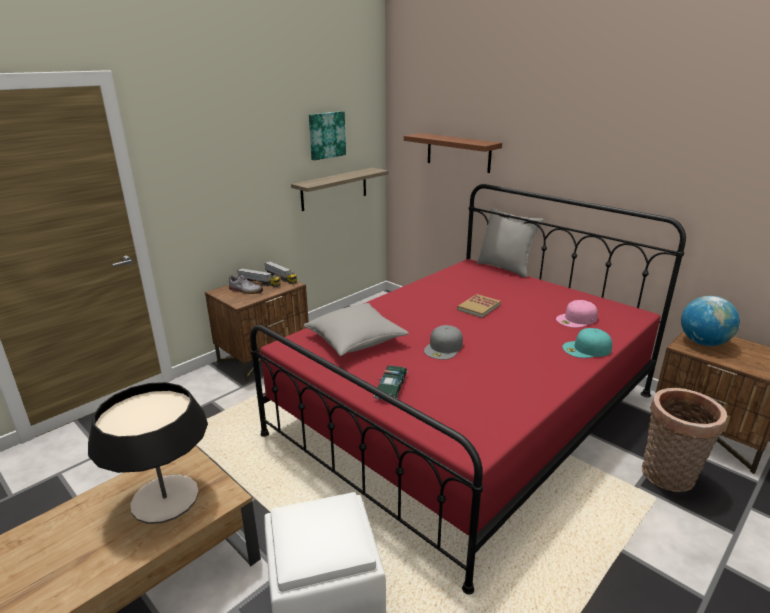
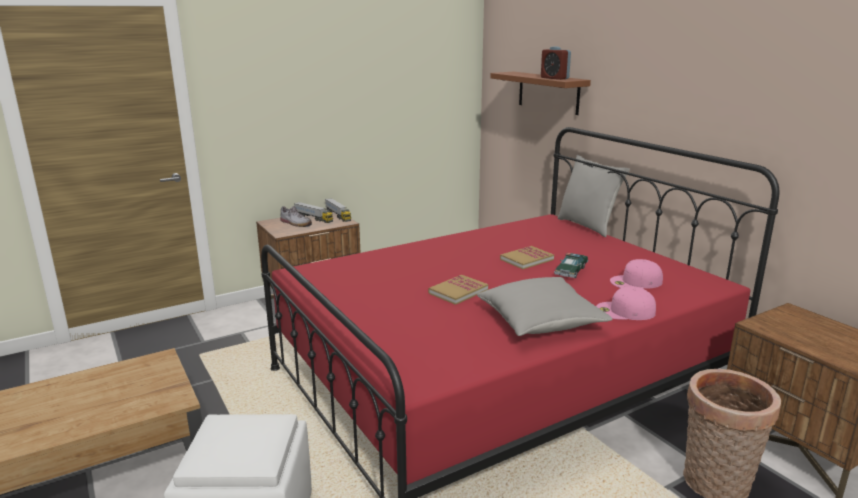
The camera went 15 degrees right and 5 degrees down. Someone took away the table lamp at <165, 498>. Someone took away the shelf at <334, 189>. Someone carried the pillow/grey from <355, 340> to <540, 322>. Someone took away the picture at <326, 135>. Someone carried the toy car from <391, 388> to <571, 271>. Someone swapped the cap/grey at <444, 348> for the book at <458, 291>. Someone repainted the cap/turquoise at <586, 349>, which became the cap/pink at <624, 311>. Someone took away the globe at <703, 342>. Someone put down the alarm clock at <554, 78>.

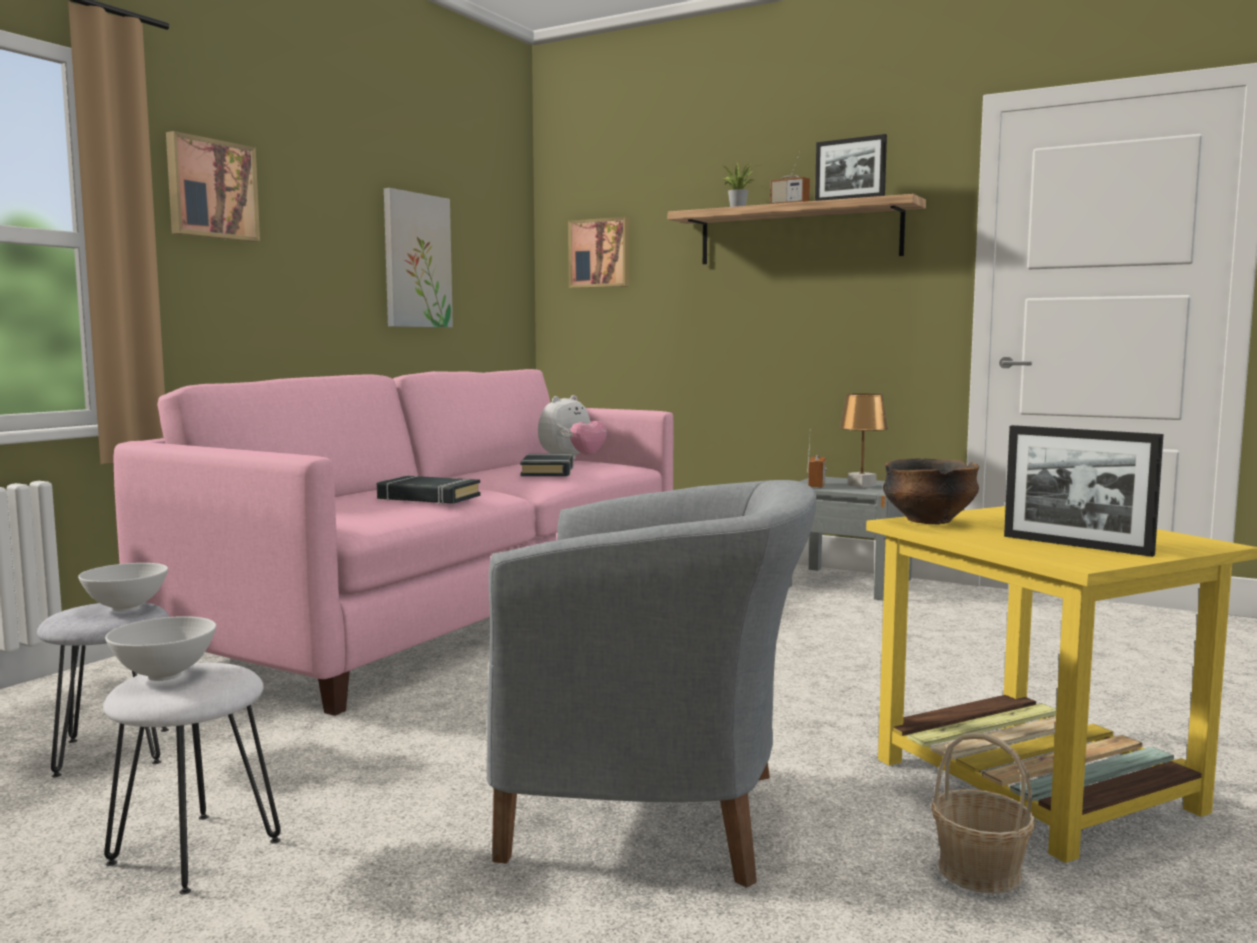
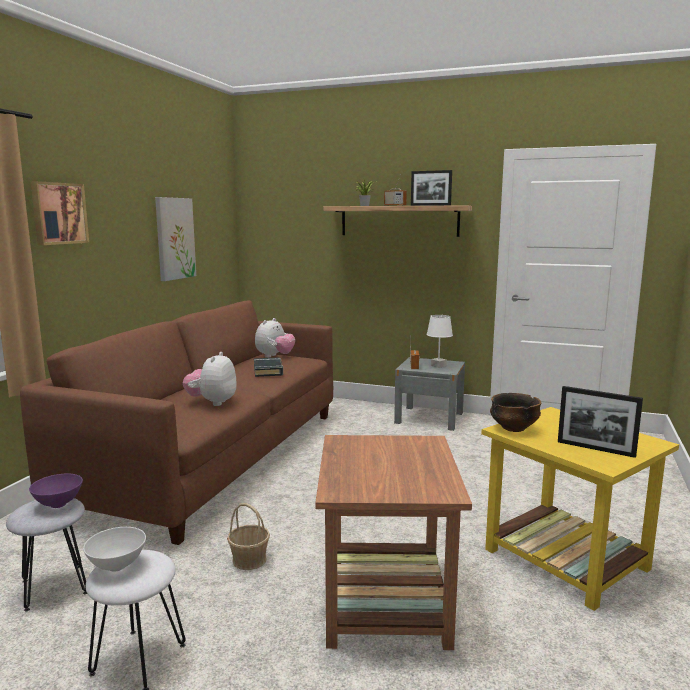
The camera went 10 degrees left and 5 degrees up. Someone repainted the bowl/white at <127, 608>, which became the bowl/purple at <59, 504>. Someone repainted the sofa/pink at <450, 614>, which became the sofa/brown at <216, 457>. Someone swapped the book/black at <428, 497> for the plush toy at <212, 402>. Someone swapped the armchair/grey at <658, 815> for the side table/brown at <386, 602>. Someone took away the picture at <600, 253>. Someone repainted the table lamp/brown at <862, 485>, which became the table lamp/white at <438, 366>. Someone carried the basket from <979, 871> to <249, 559>.

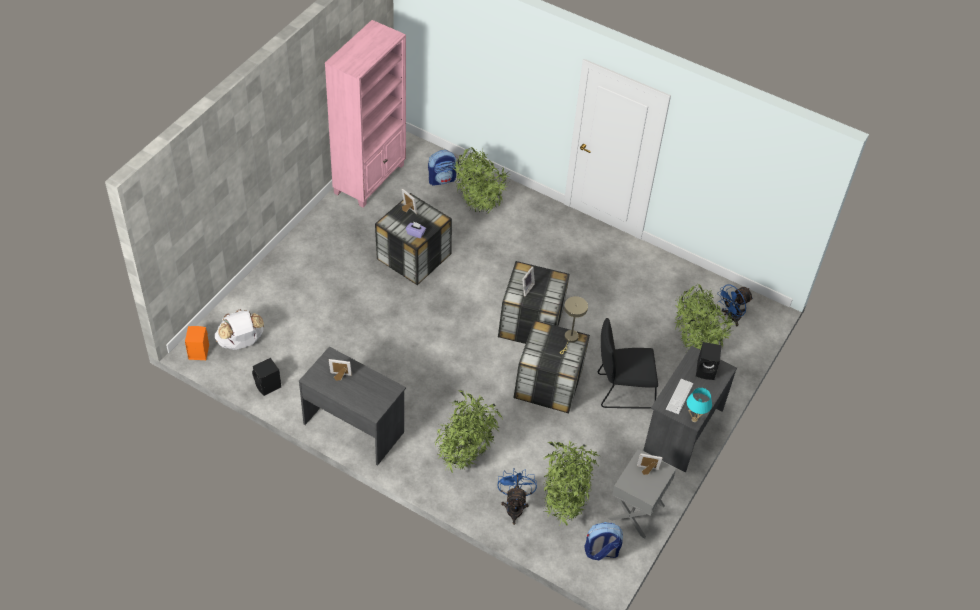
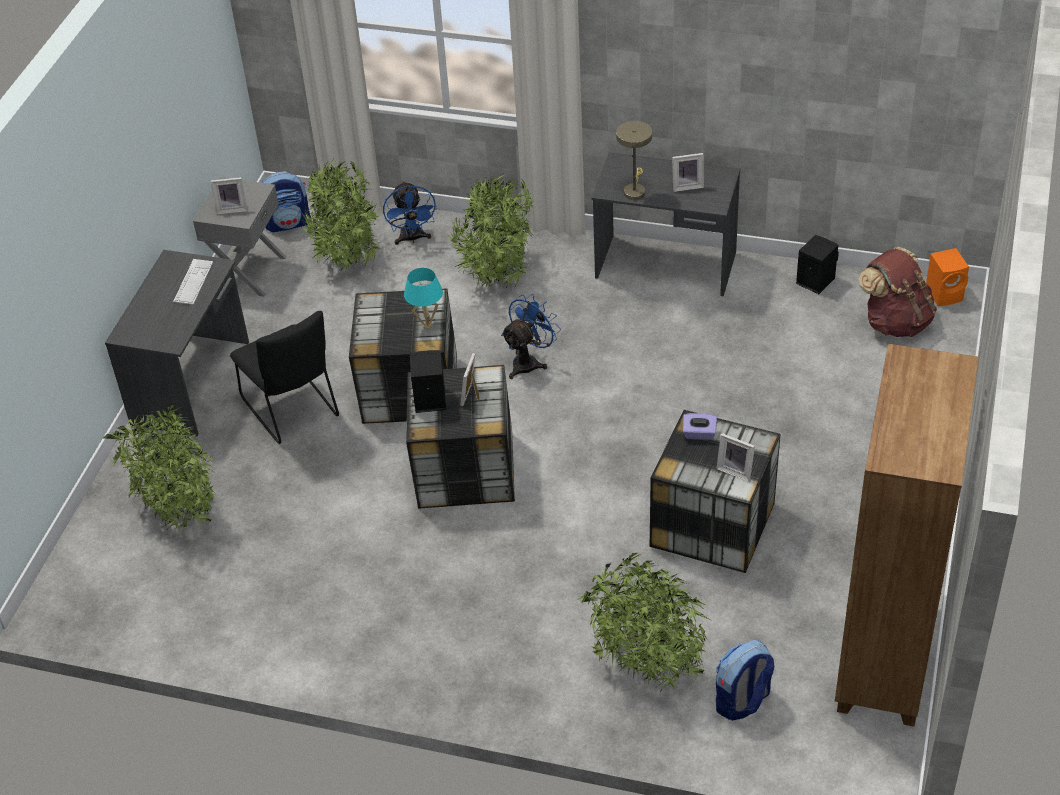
The camera went 170 degrees right and 5 degrees down. Someone repainted the backpack/white at <241, 342>, which became the backpack/brown at <895, 321>. Someone repainted the bookcase/pink at <370, 179>, which became the bookcase/brown at <883, 658>. Someone carried the table lamp/beige from <570, 339> to <634, 190>. Someone rotated the chair/black at <622, 391> by 75 degrees clockwise. Someone carried the table lamp/turquoise from <694, 420> to <427, 325>. Someone carried the speaker/black from <706, 370> to <428, 399>. Someone carried the fan/blue from <731, 317> to <529, 362>.

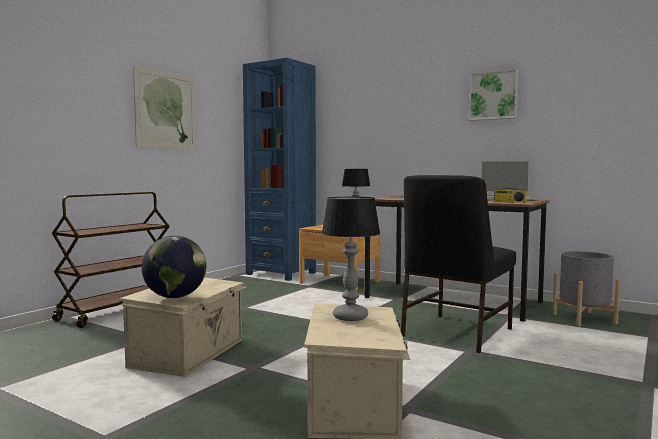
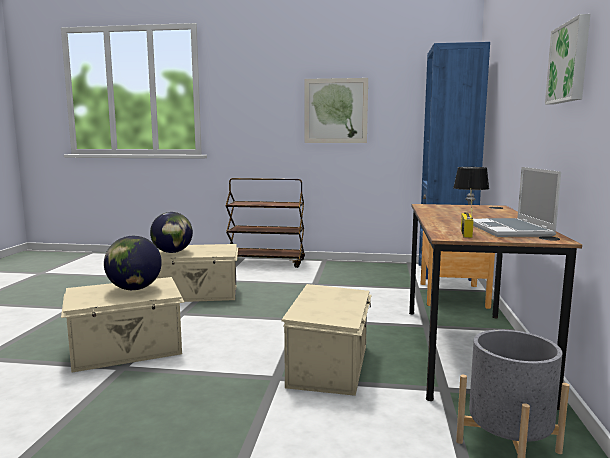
The camera went 65 degrees right and 5 degrees up. Someone swapped the table lamp at <350, 317> for the globe at <134, 289>. Someone swapped the chair/black at <455, 332> for the storage box/beige at <330, 365>.

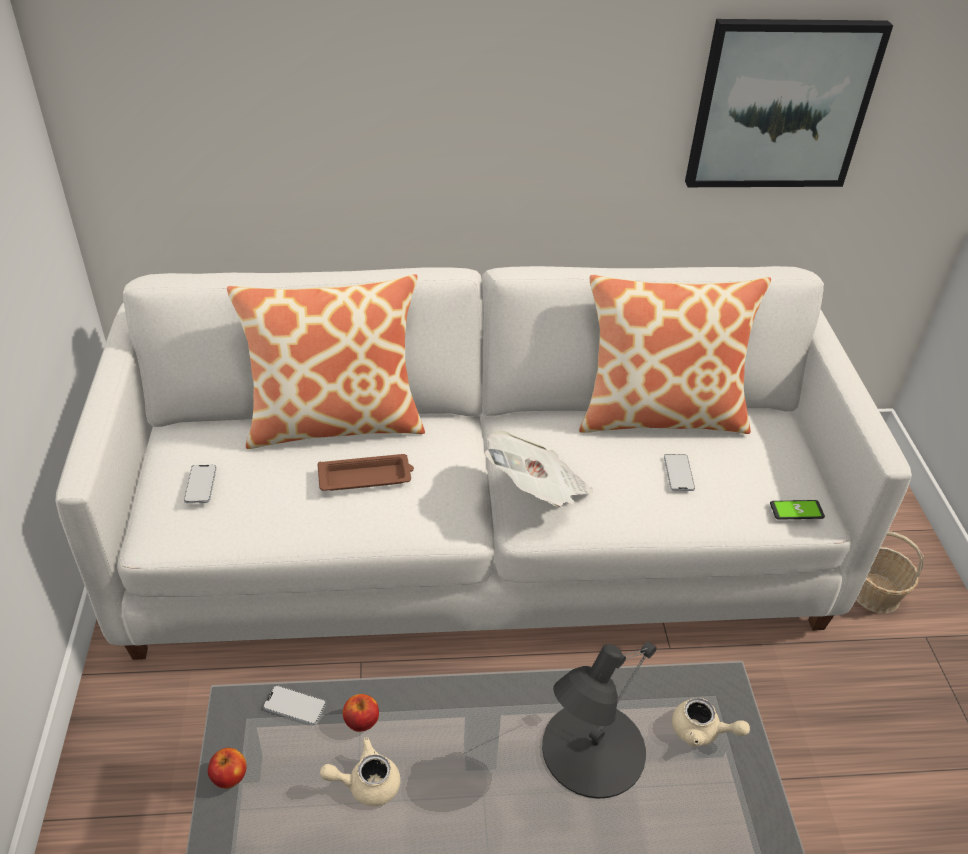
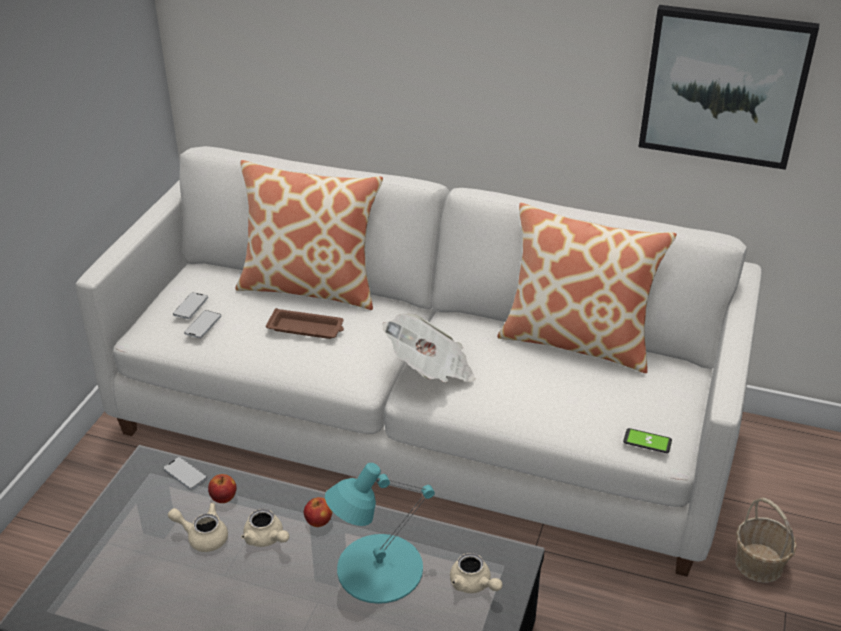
The camera went 25 degrees right and 5 degrees down. Someone carried the apple from <229, 777> to <318, 521>. Someone repainted the table lamp/black at <591, 749>, which became the table lamp/turquoise at <378, 568>. Someone carried the phone from <678, 473> to <203, 325>. Someone put down the teapot/beige at <266, 539>.

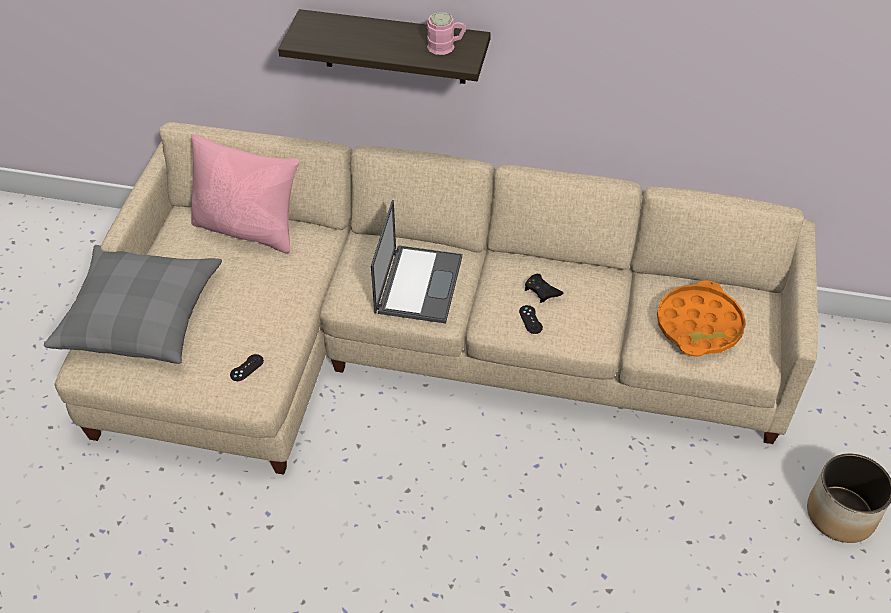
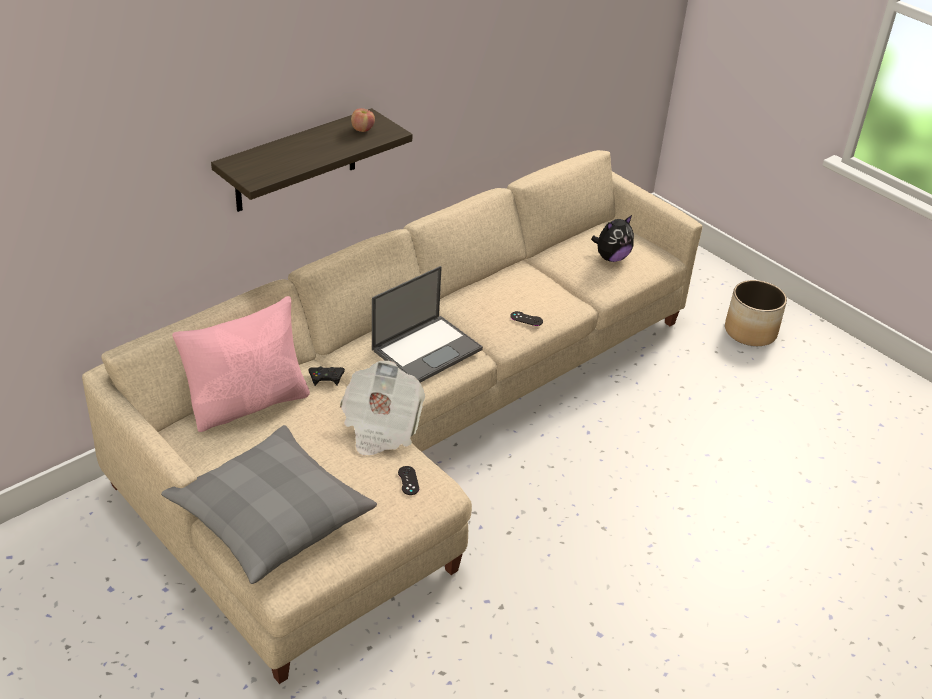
The camera went 55 degrees left and 10 degrees down. Someone rotated the laptop at <418, 283> by 90 degrees clockwise. Someone swapped the mug/pink at <446, 46> for the apple at <362, 129>. Someone carried the game controller/black from <541, 291> to <326, 378>. Someone swapped the tray/orange at <699, 325> for the plush toy at <611, 258>. Someone put down the newspaper at <381, 427>.

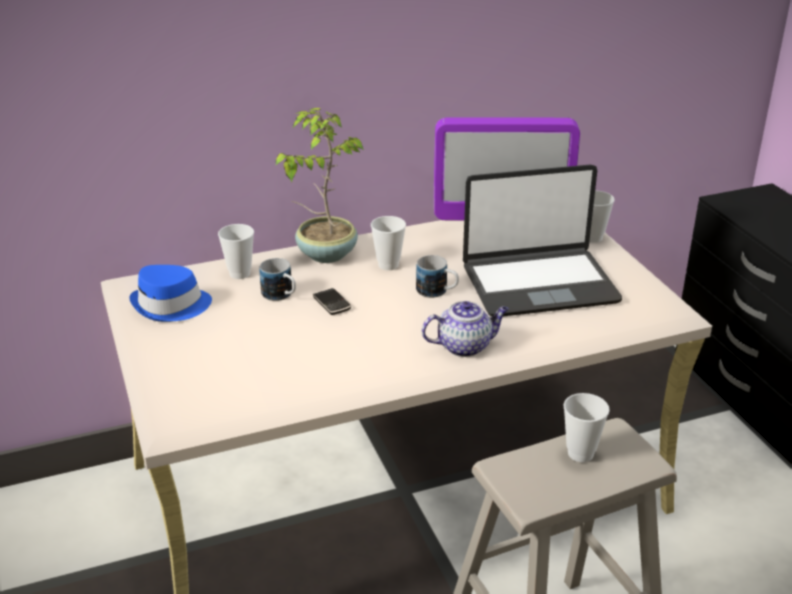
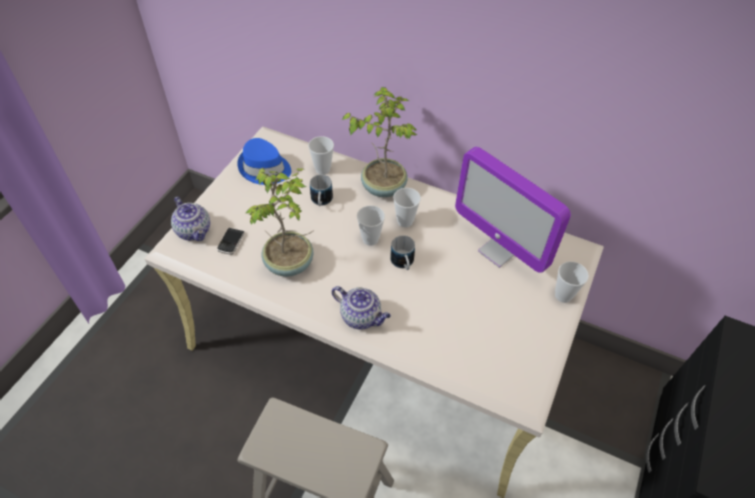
The camera went 45 degrees right and 20 degrees up. Someone carried the phone from <332, 304> to <231, 242>. Someone took away the laptop at <539, 284>. Someone carried the cup from <580, 453> to <370, 239>. Someone put down the teapot at <194, 231>. Someone put down the potted plant at <290, 263>.

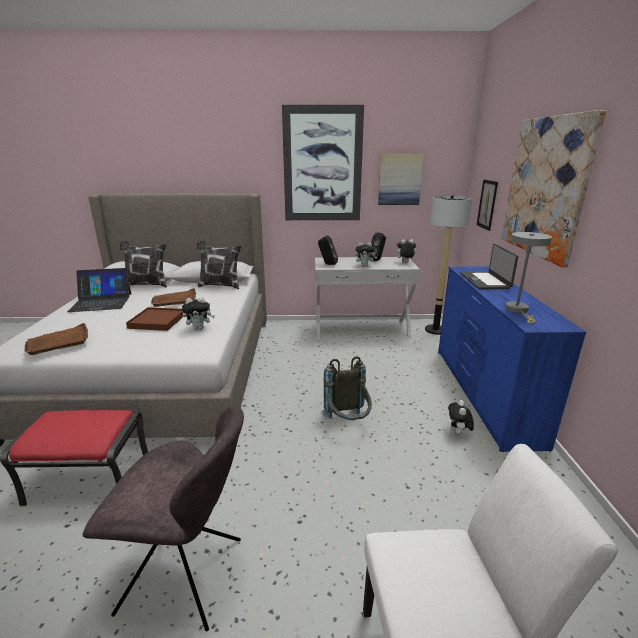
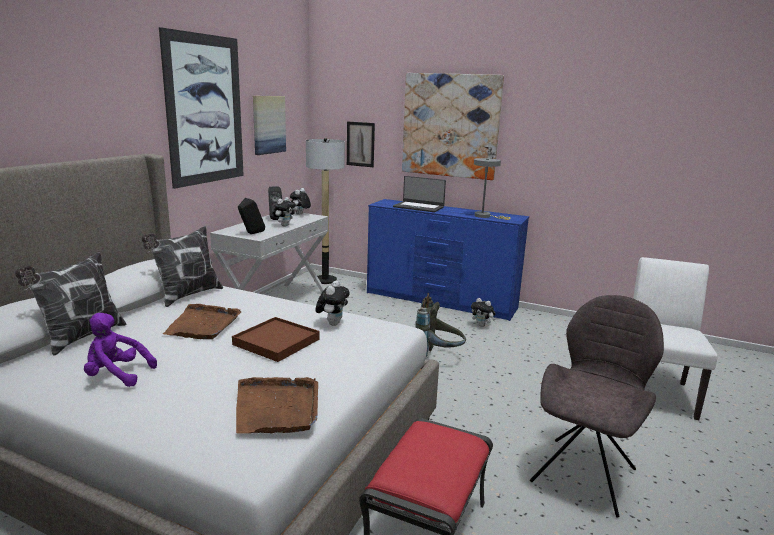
The camera went 65 degrees left and 5 degrees down. Someone swapped the laptop at <101, 302> for the plush toy/purple at <116, 375>.

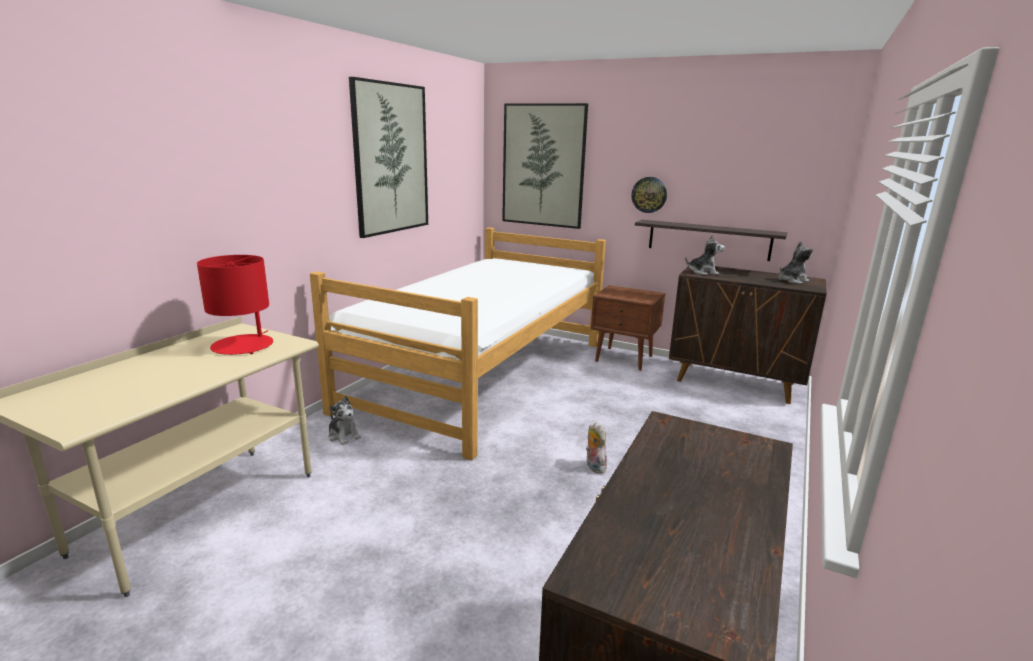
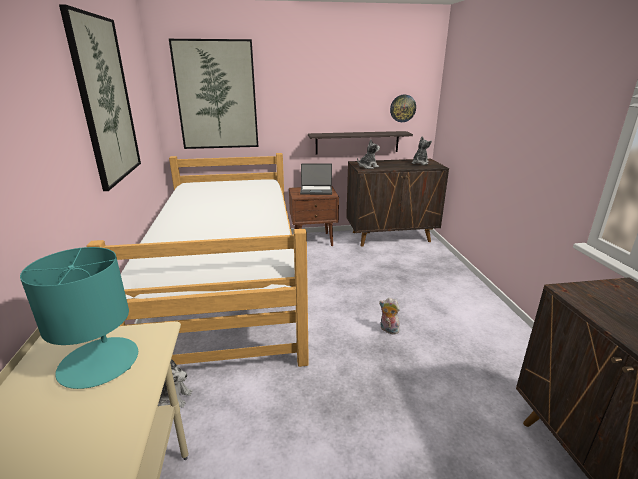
The camera went 35 degrees left and 5 degrees up. Someone repainted the table lamp/red at <243, 346>, which became the table lamp/turquoise at <99, 362>. Someone carried the wall clock from <649, 194> to <402, 108>. Someone put down the laptop at <316, 191>.

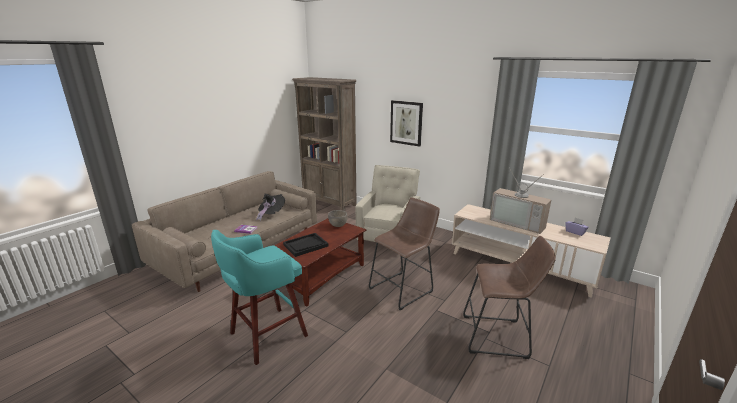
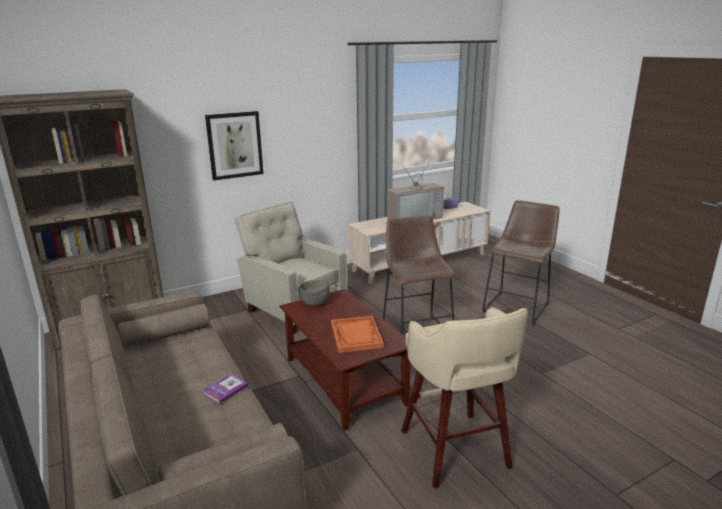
The camera went 65 degrees left and 0 degrees up. Someone repainted the stool/turquoise at <266, 335>, which became the stool/beige at <456, 451>. Someone took away the hat/black at <271, 214>. Someone repainted the tray/black at <305, 245>, which became the tray/orange at <356, 335>.

